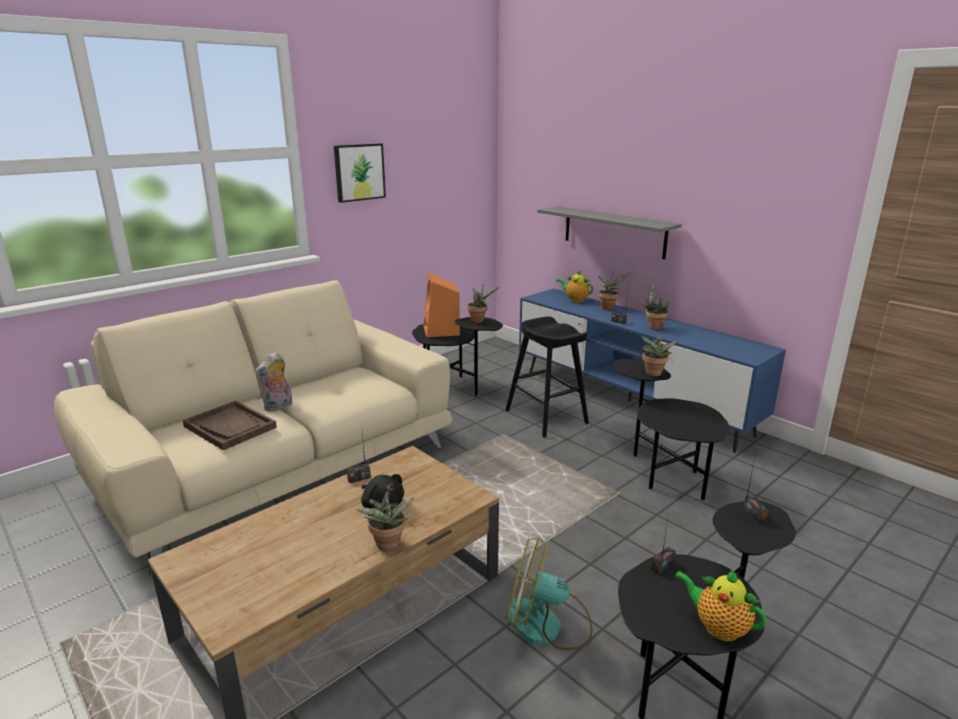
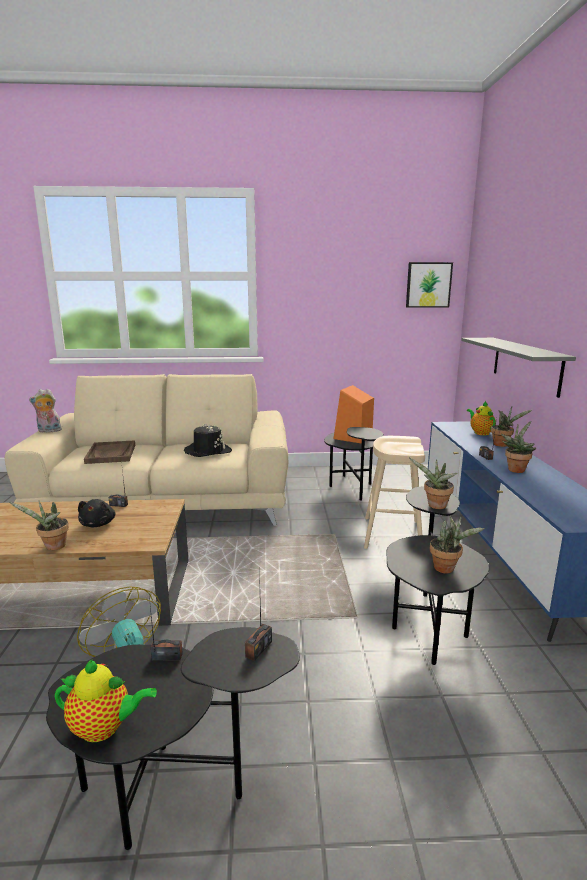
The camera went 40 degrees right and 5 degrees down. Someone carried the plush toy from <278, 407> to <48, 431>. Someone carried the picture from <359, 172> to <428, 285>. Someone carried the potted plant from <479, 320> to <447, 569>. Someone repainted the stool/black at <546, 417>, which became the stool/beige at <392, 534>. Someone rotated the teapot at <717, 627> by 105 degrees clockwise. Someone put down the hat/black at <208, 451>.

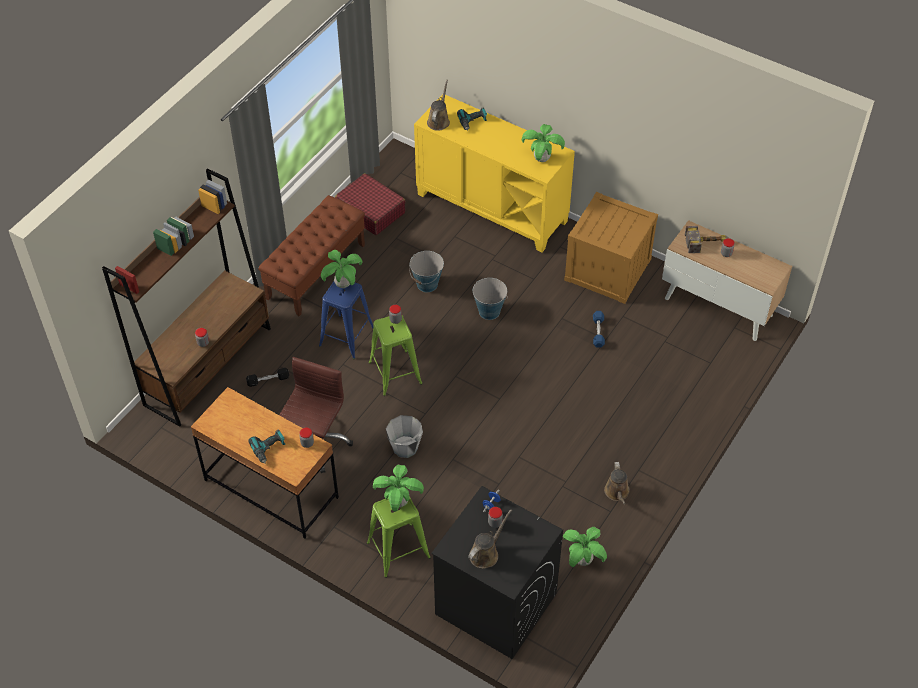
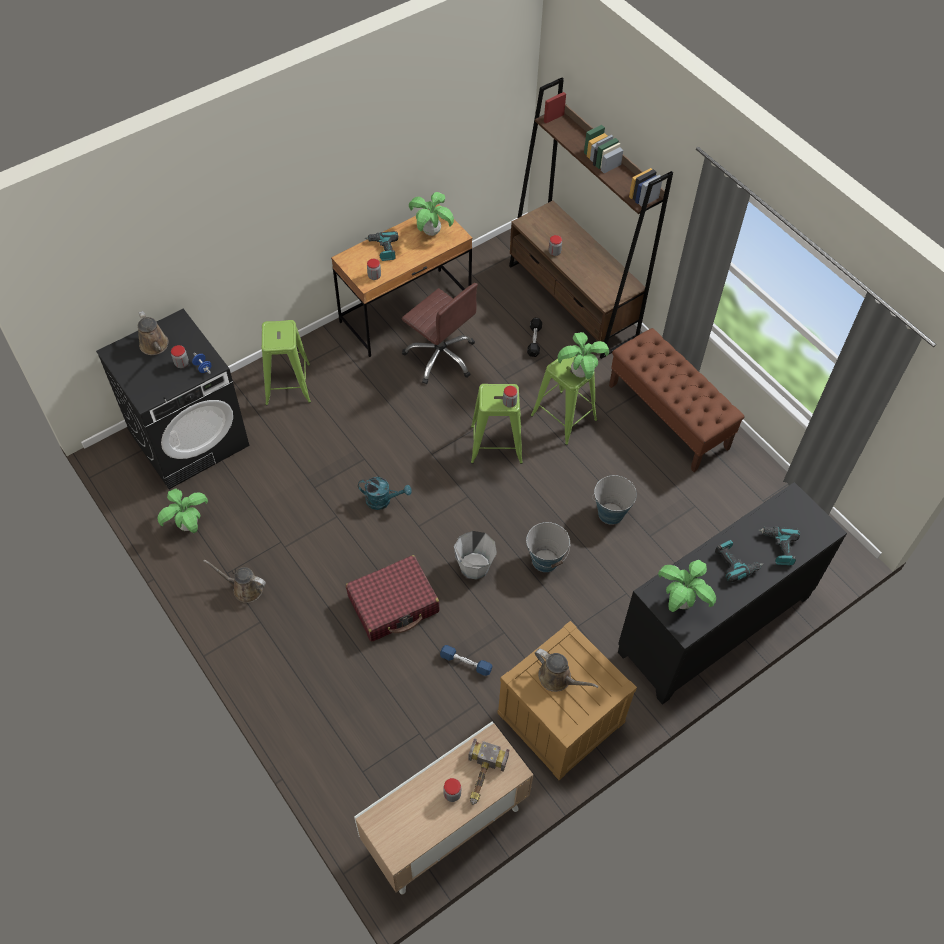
The camera went 110 degrees right and 5 degrees up. Someone repainted the stool/blue at <346, 337>, which became the stool/green at <563, 417>. Someone carried the suitcase/red from <370, 211> to <393, 604>. Someone carried the potted plant from <399, 502> to <431, 232>. Someone carried the bucket/grey from <405, 447> to <474, 566>. Someone repainted the cabinet/yellow at <492, 207>, which became the cabinet/black at <715, 625>. Someone carried the watering can/brown from <439, 121> to <558, 678>. Someone put down the watering can/turquoise at <383, 500>. Someone put down the power drill at <735, 563>.

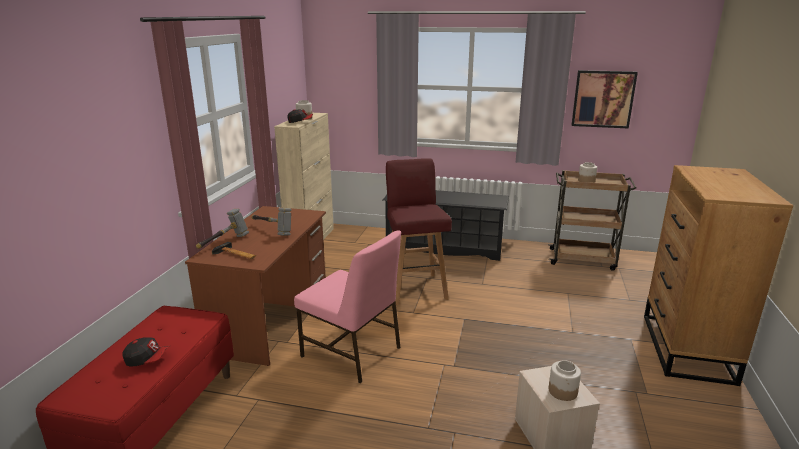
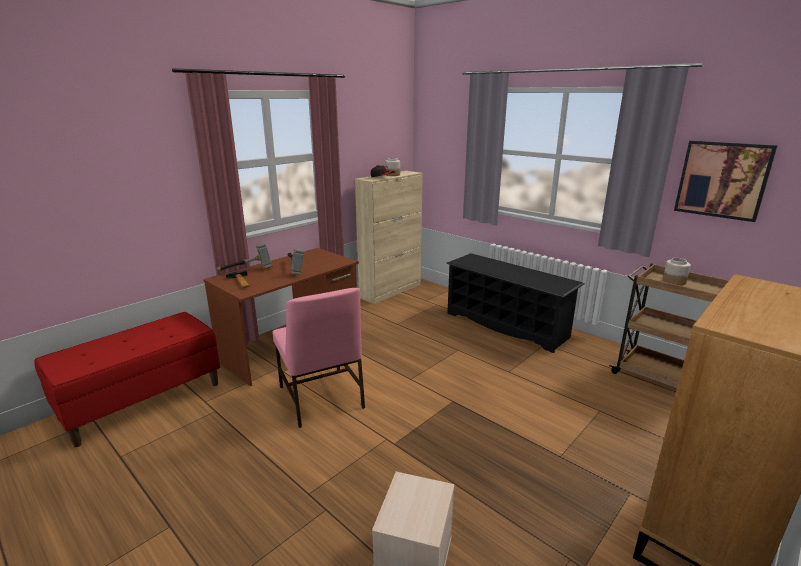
The camera went 30 degrees right and 0 degrees up. Someone took away the cap at <148, 359>. Someone took away the stool/red at <415, 288>. Someone took away the jar at <563, 391>.

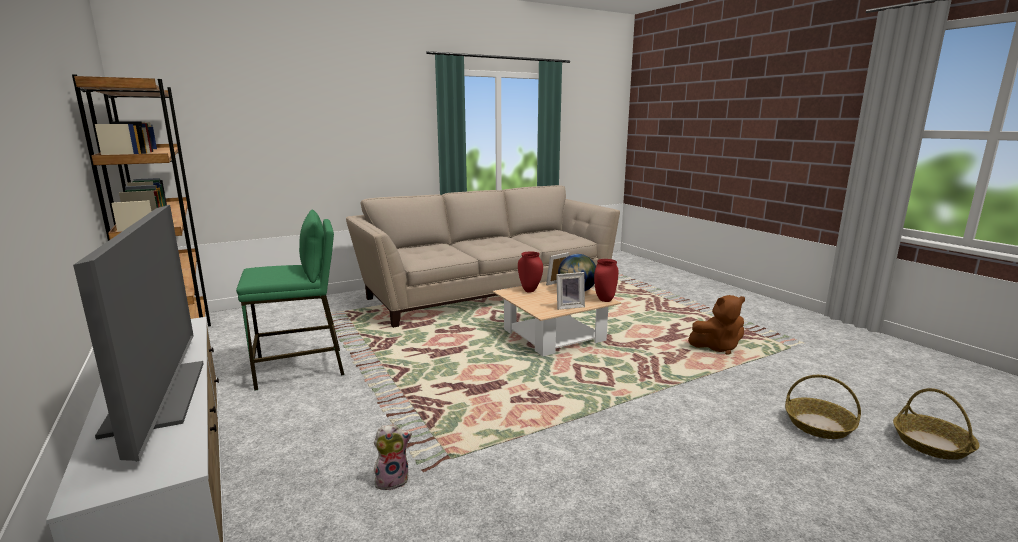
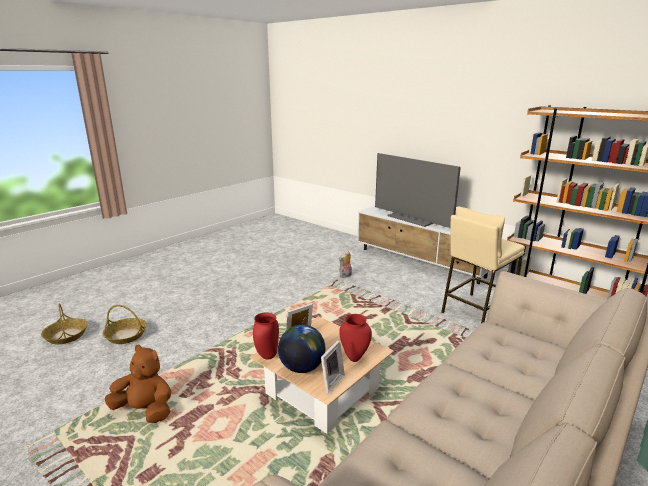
The camera went 160 degrees right and 5 degrees up. Someone repainted the stool/green at <301, 368>, which became the stool/beige at <476, 311>. Someone rotated the plush toy/brown at <717, 347> by 45 degrees clockwise.

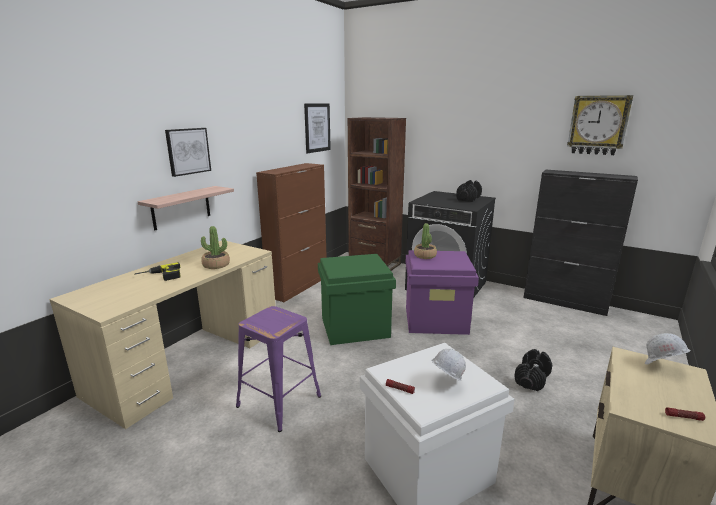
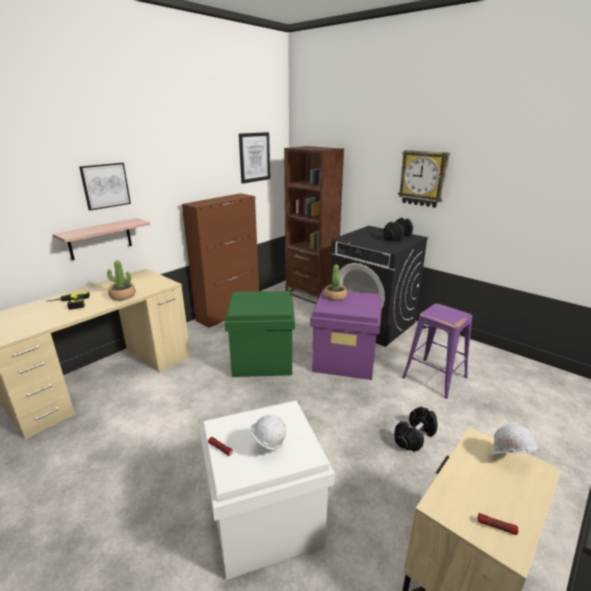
The camera went 10 degrees right and 5 degrees up. Someone carried the stool/purple from <280, 400> to <435, 377>. Someone took away the cabinet/black at <565, 302>. Someone carried the wall clock from <598, 125> to <423, 178>.

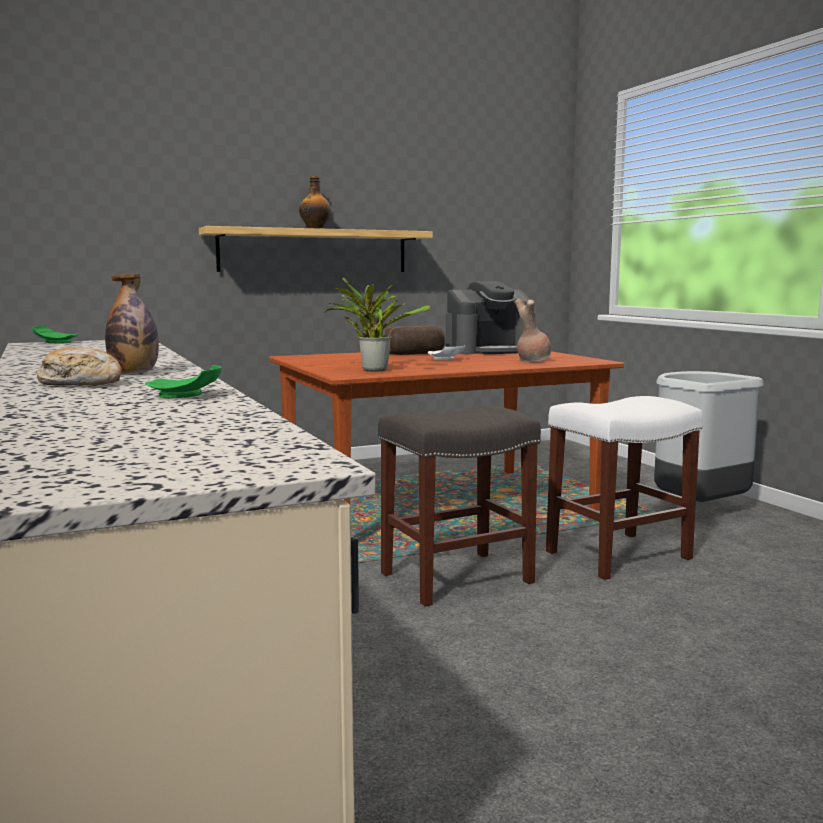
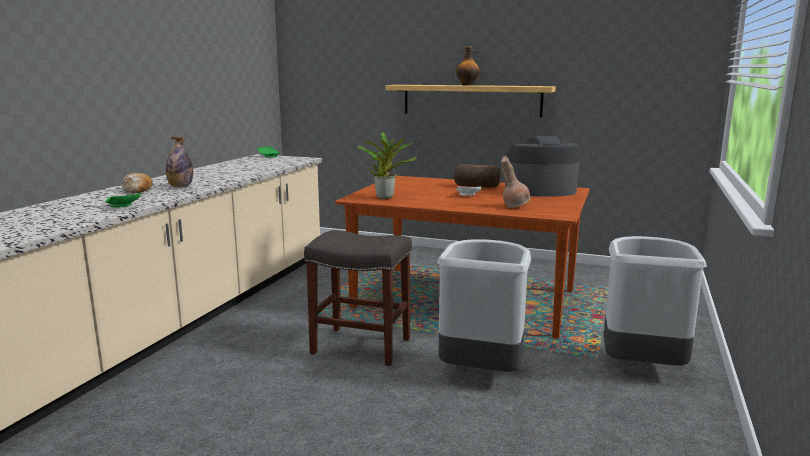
The camera went 45 degrees right and 5 degrees up. Someone rotated the coffee machine at <489, 350> by 150 degrees clockwise. Someone swapped the stool/white at <617, 556> for the trash can/grey at <482, 372>.

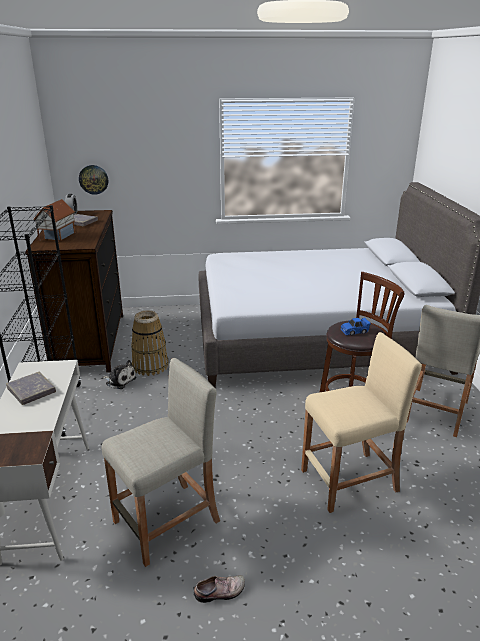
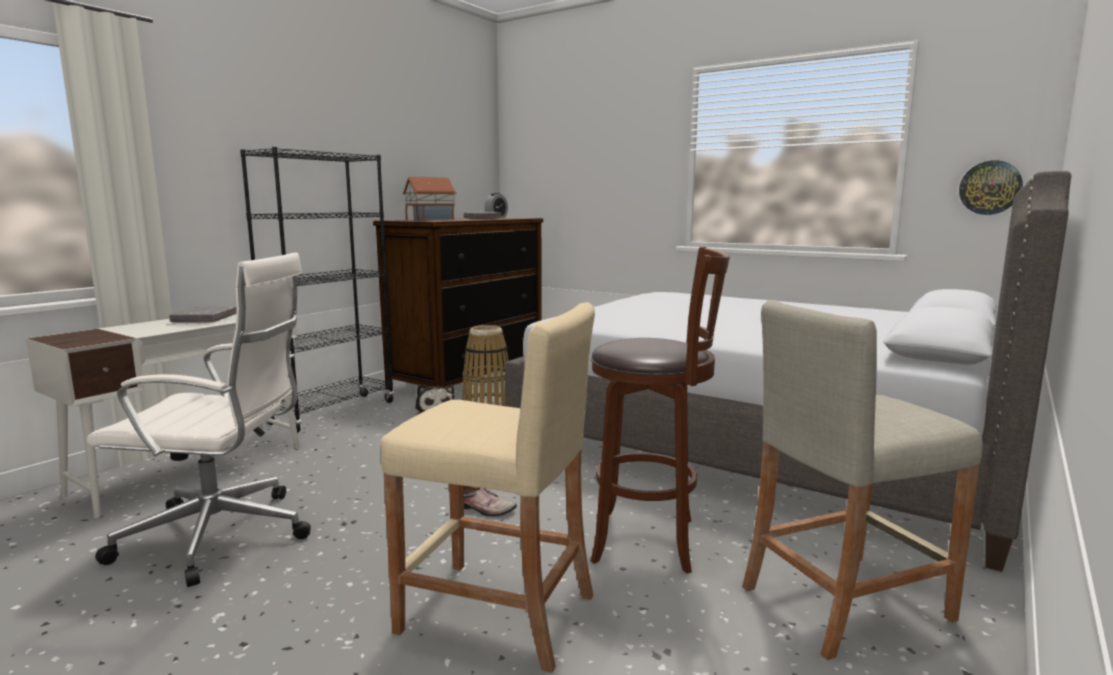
The camera went 40 degrees right and 15 degrees down. Someone carried the wall clock from <93, 179> to <990, 187>. Someone swapped the stool/beige at <167, 522> for the office chair/white at <222, 536>. Someone carried the shoe from <220, 592> to <484, 509>. Someone took away the toy car/blue at <354, 331>.

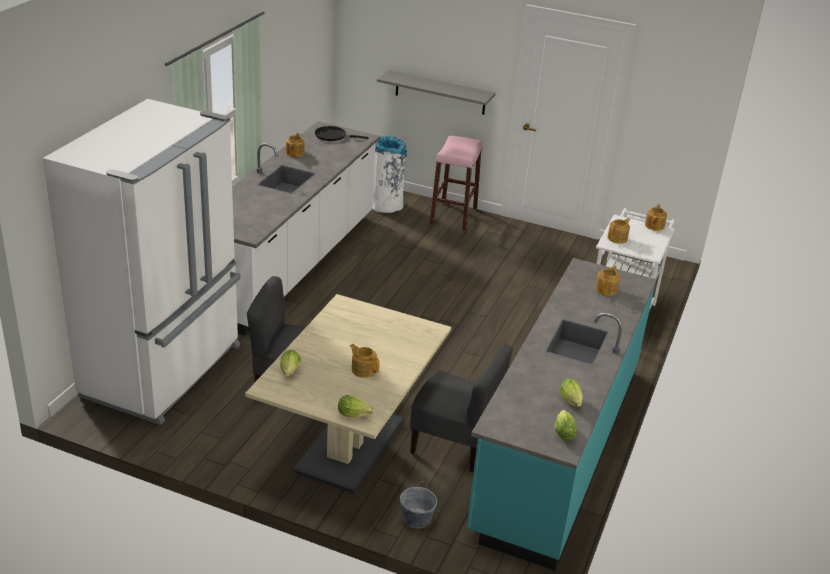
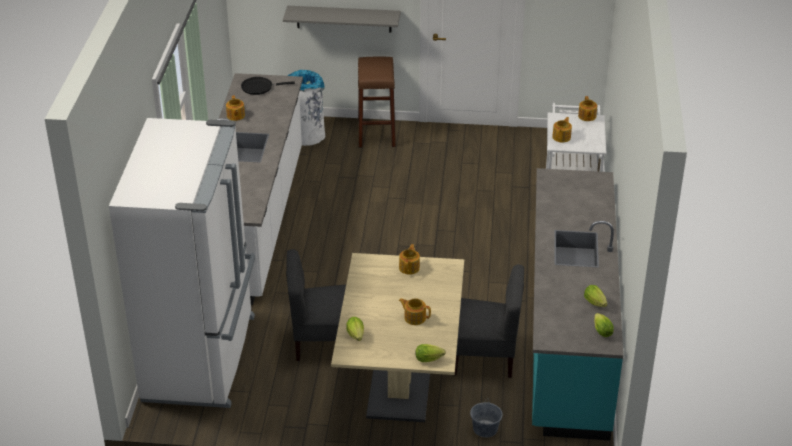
The camera went 15 degrees left and 5 degrees up. Someone repainted the stool/pink at <453, 216>, which became the stool/brown at <376, 133>. Someone carried the teapot from <606, 289> to <409, 267>.

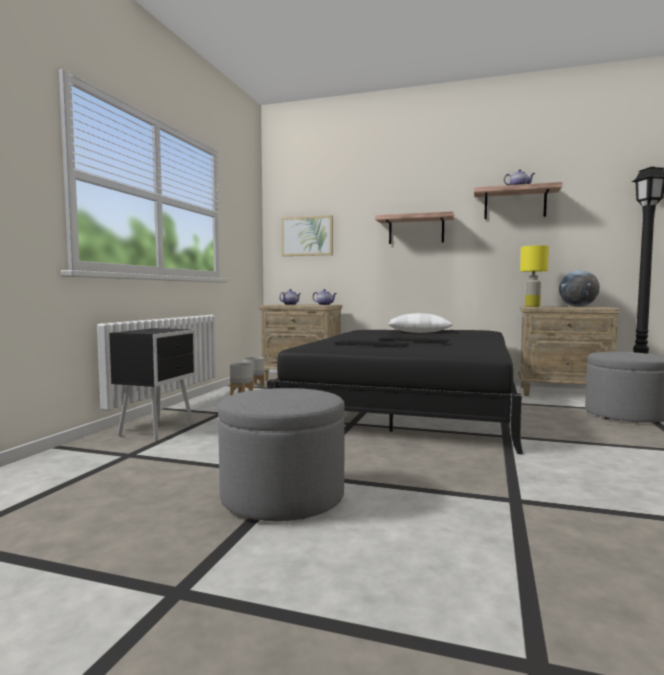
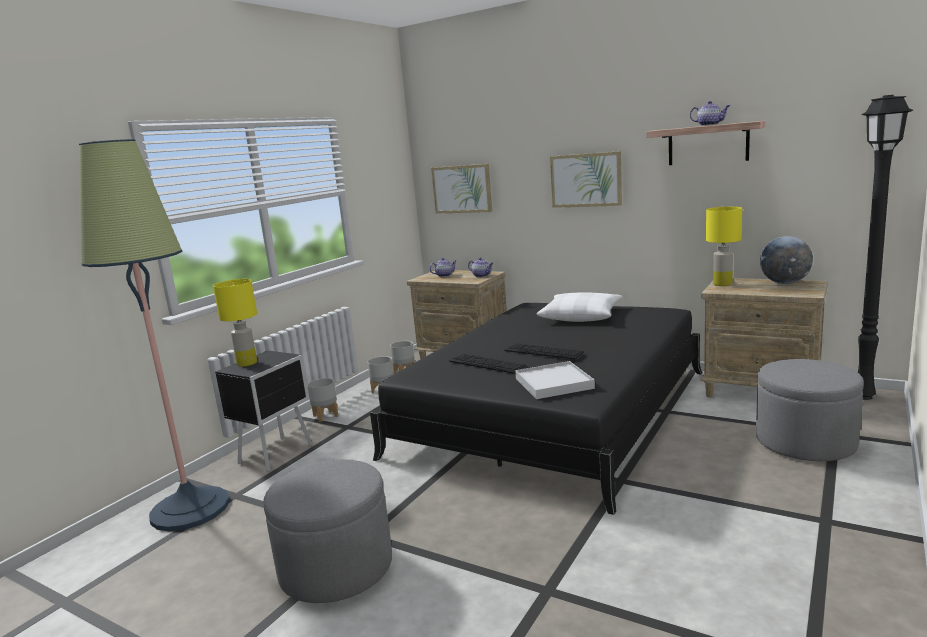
The camera went 15 degrees right and 10 degrees up. Someone swapped the shelf at <416, 230> for the picture at <586, 180>. Someone put down the floor lamp at <190, 509>. Someone put down the table lamp/yellow at <246, 363>. Someone put down the planter/grey at <326, 416>. Someone put down the tray/white at <553, 383>.

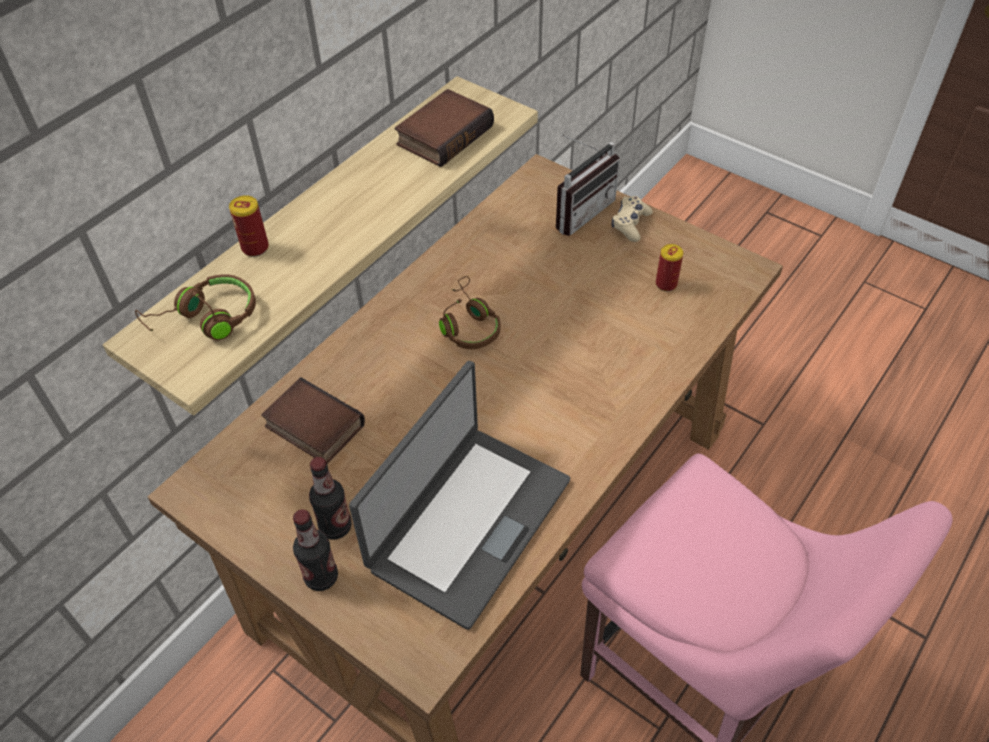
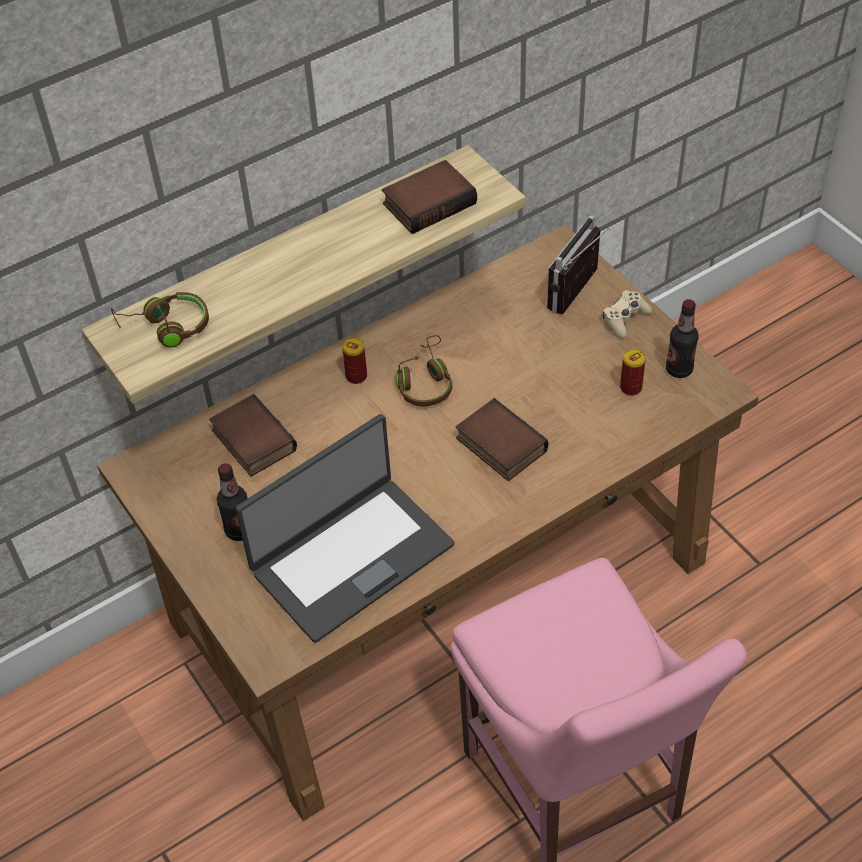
The camera went 20 degrees right and 0 degrees up. Someone carried the can from <255, 248> to <356, 376>. Someone carried the bottle from <321, 577> to <679, 369>. Someone rotated the radio at <579, 211> by 150 degrees clockwise. Someone put down the book at <498, 445>.

